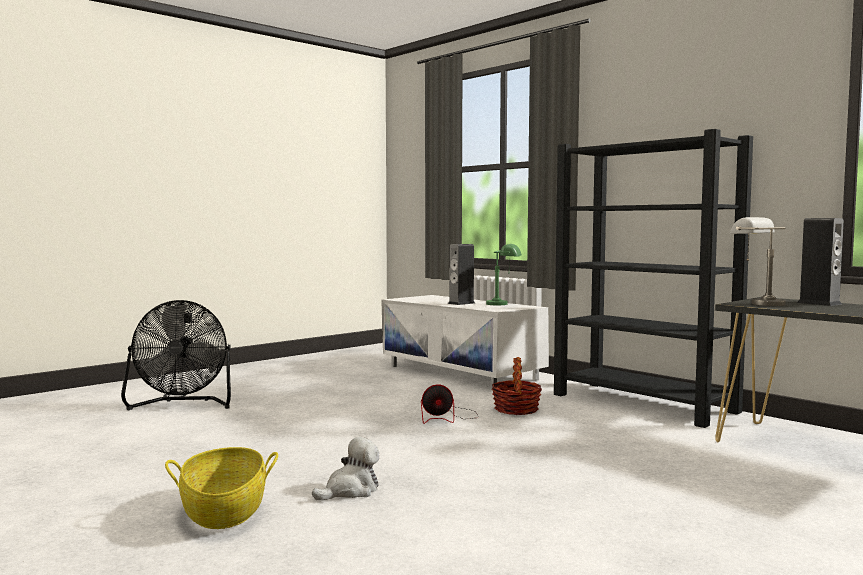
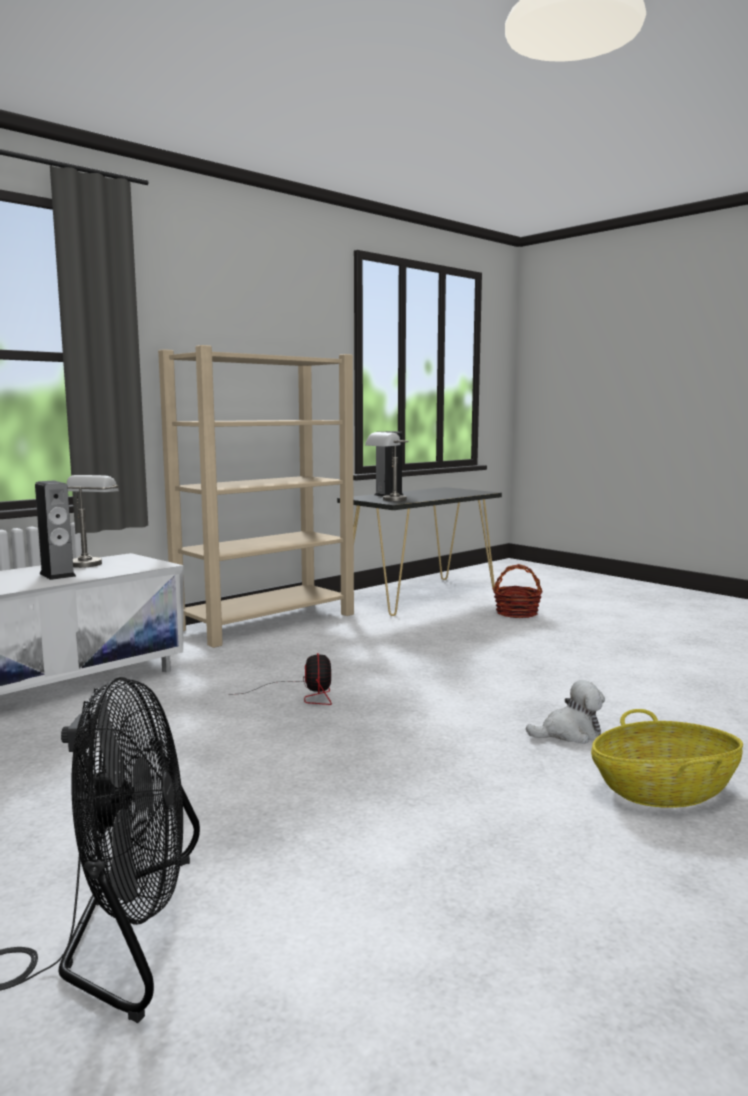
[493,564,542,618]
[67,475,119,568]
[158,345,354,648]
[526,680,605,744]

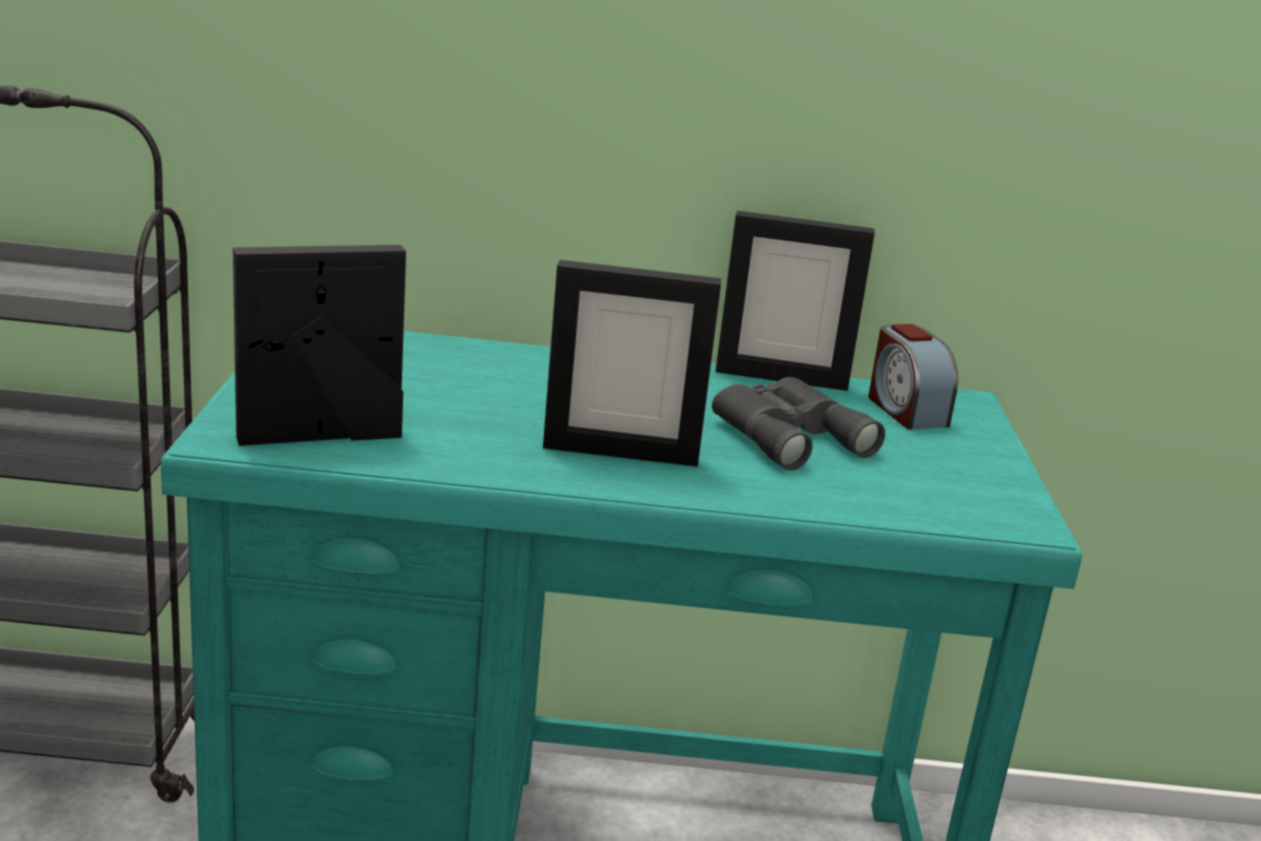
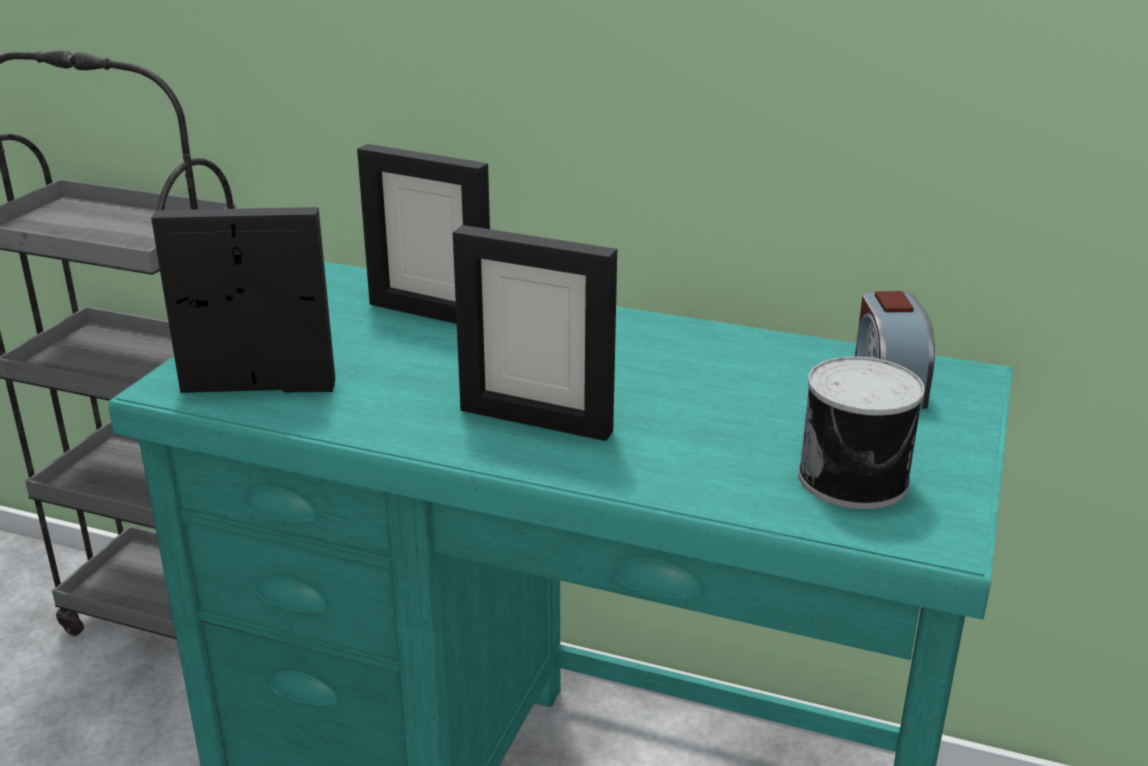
[712,377,885,470] (first image)
[798,356,925,509]
[357,144,490,324]

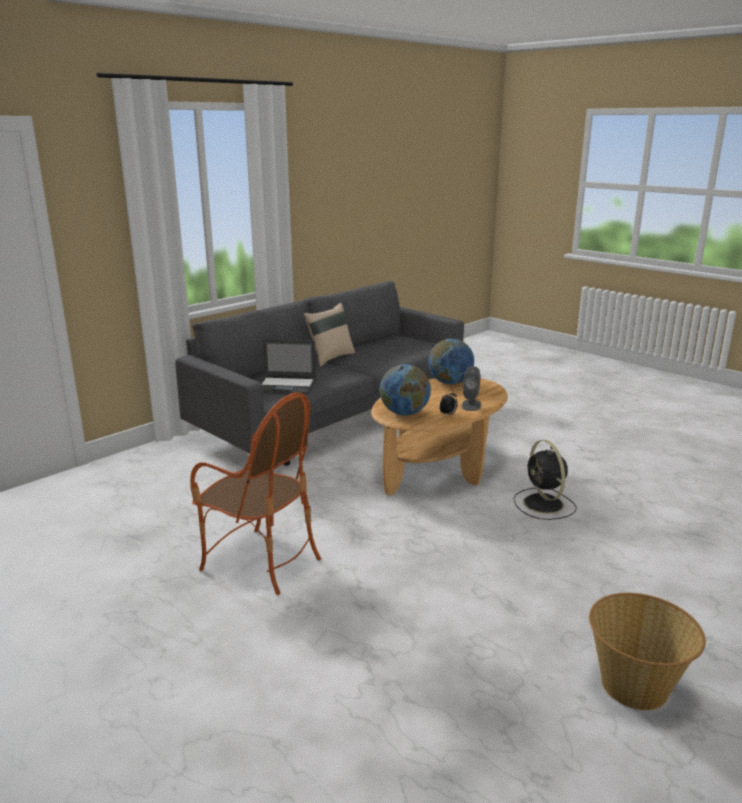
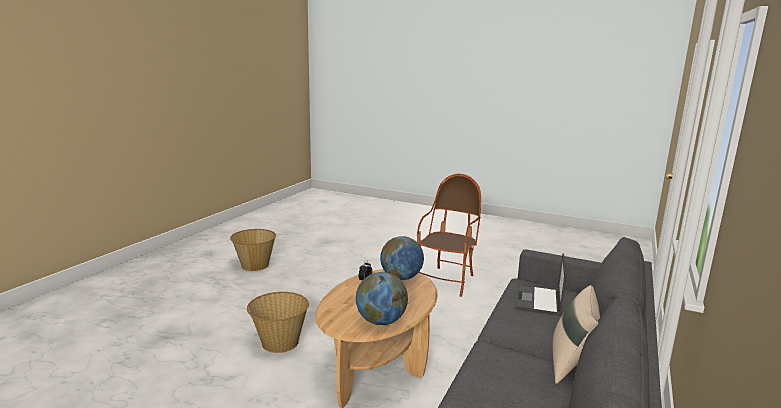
[461,366,481,411] (first image)
[247,292,309,353]
[417,174,481,297]
[515,253,566,316]

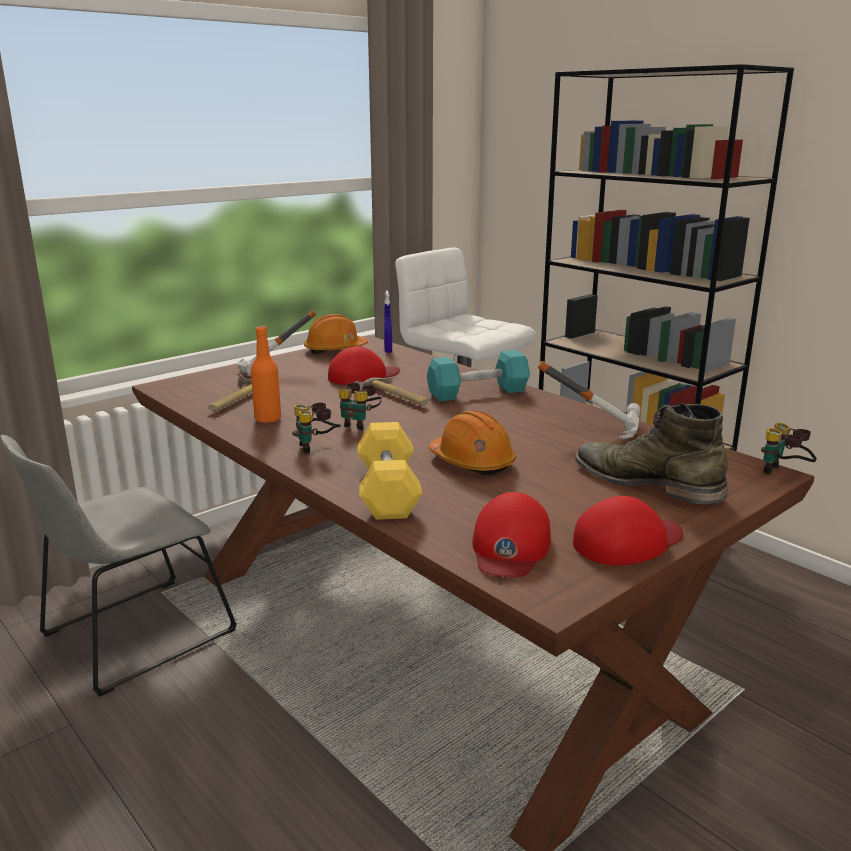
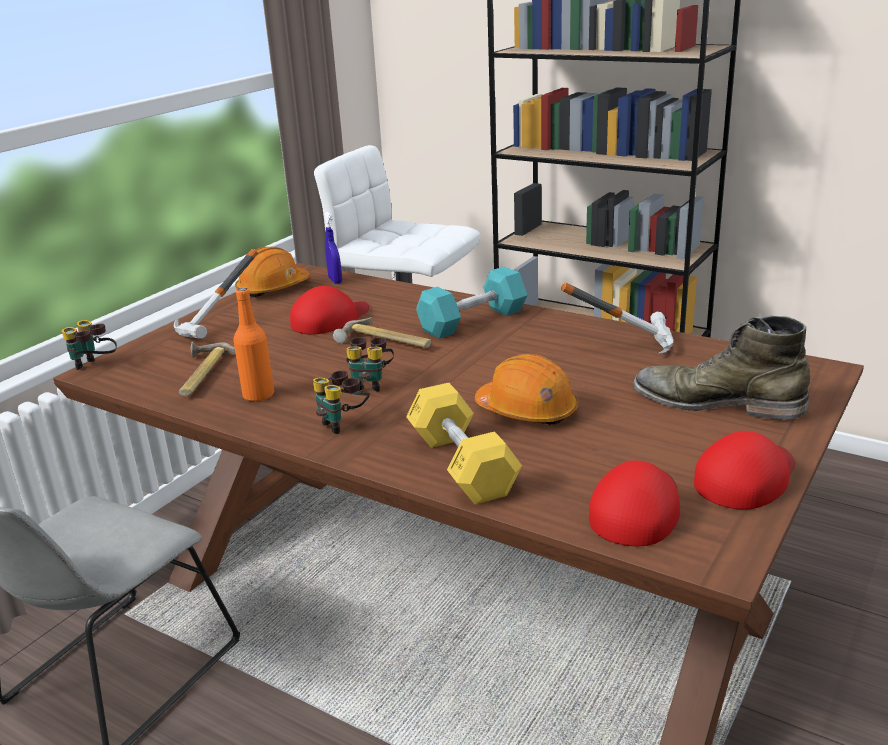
[62,320,117,370]
[589,460,680,546]

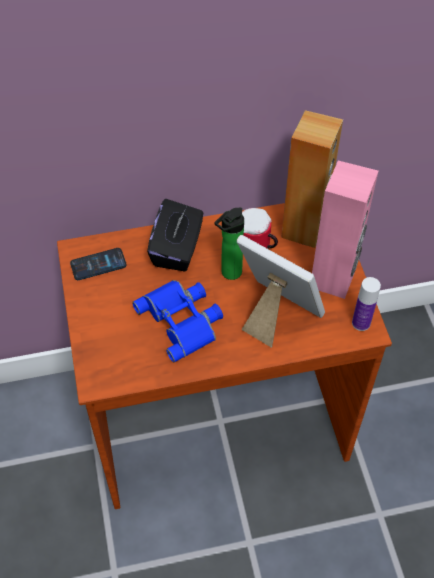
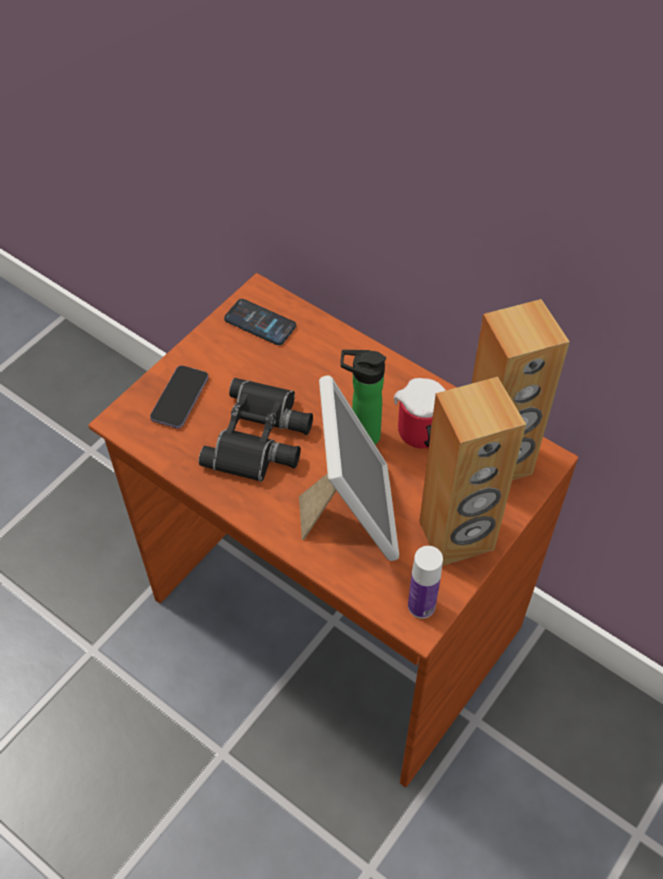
[147,199,203,271] (first image)
[150,365,209,428]
[199,378,313,482]
[419,376,526,566]

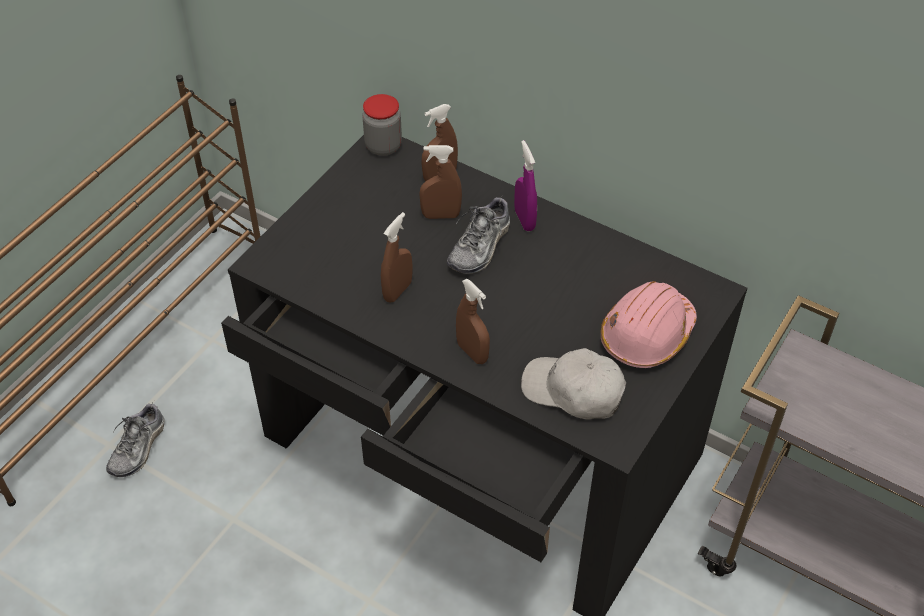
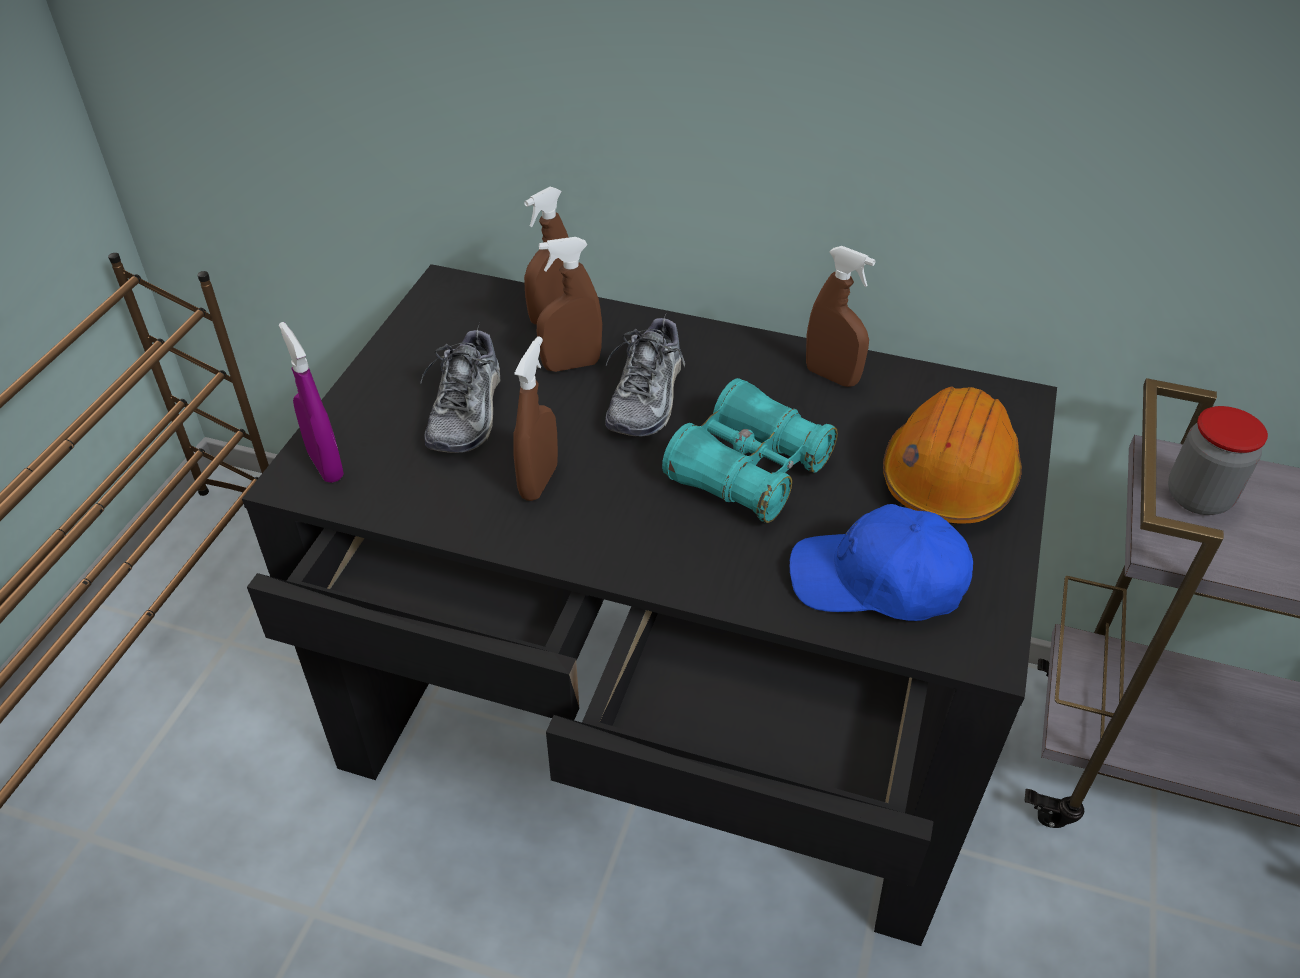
[662,378,838,523]
[420,323,500,453]
[1168,406,1268,515]
[806,246,876,387]
[279,322,344,483]
[790,504,973,621]
[883,386,1022,524]

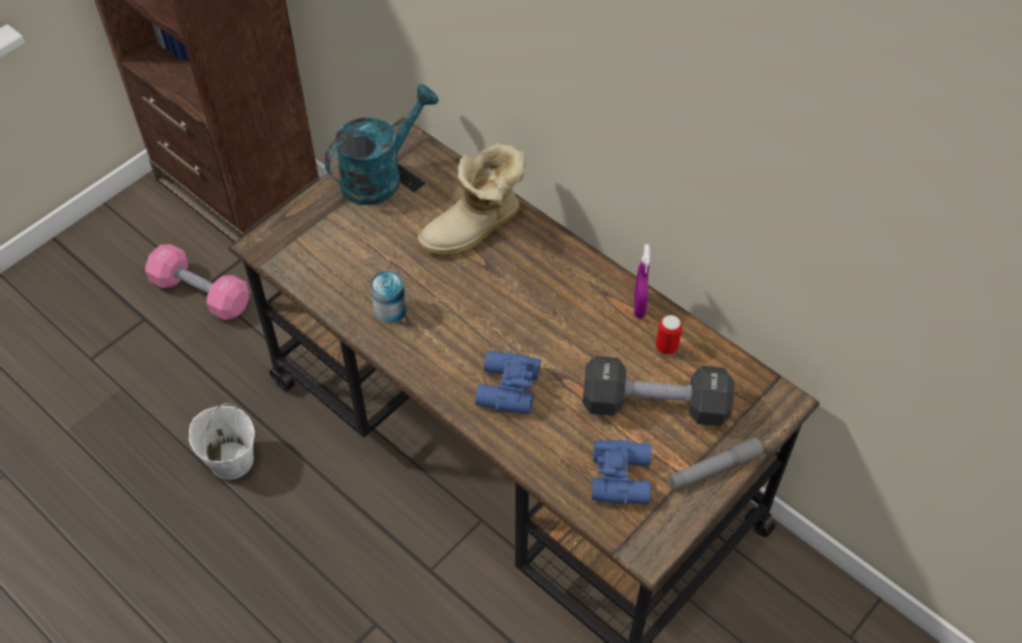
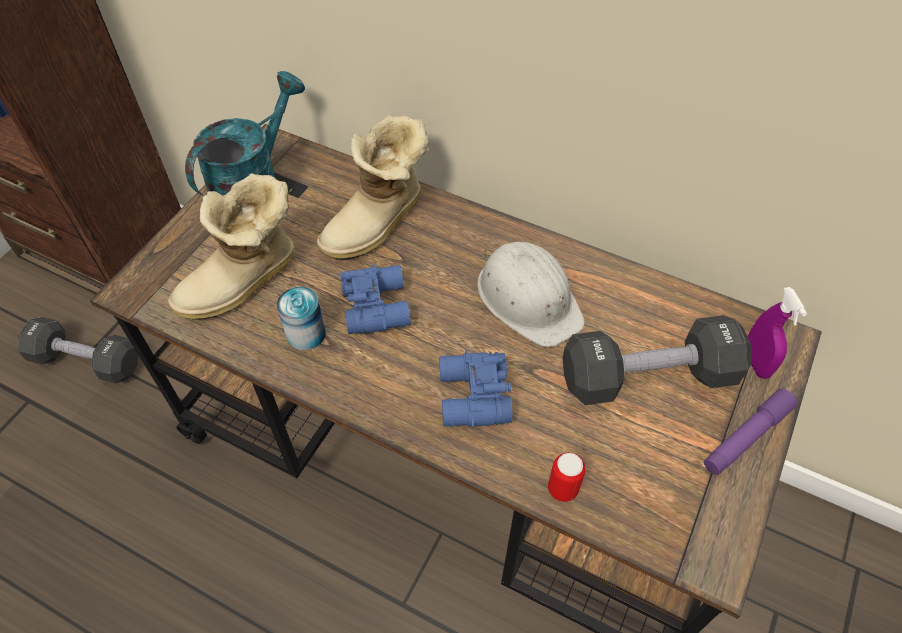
[189,403,255,480] (first image)
[168,173,295,320]
[477,242,585,348]
[340,264,411,335]
[748,287,807,379]
[548,453,586,502]
[18,317,139,383]
[704,389,797,475]

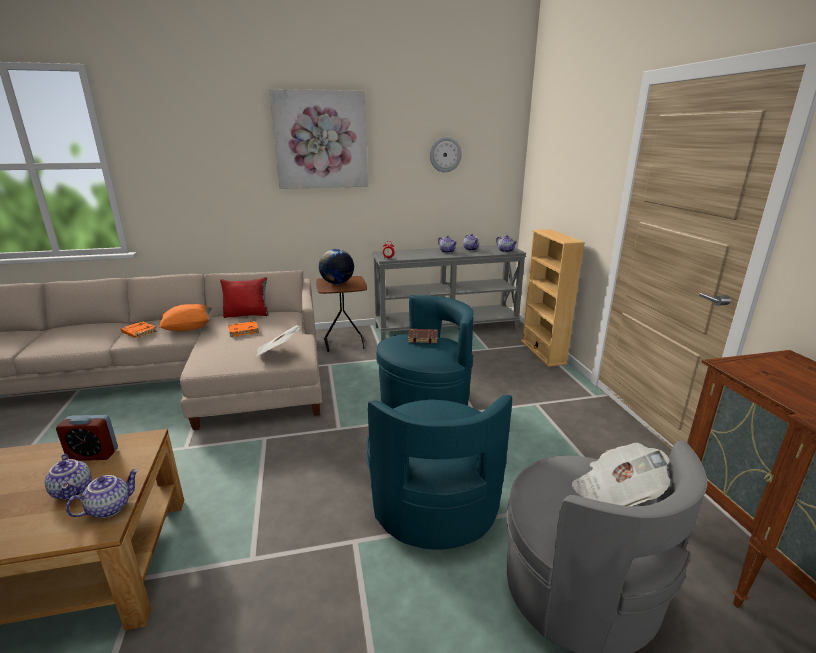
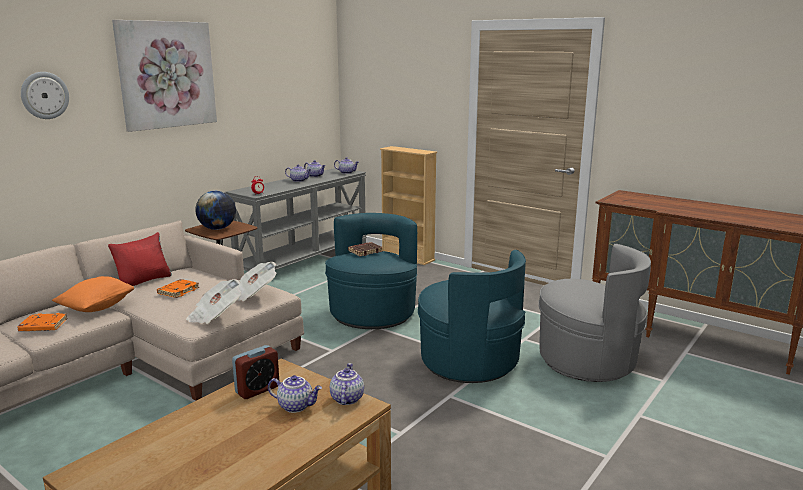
[21,72,69,119]
[186,279,241,324]

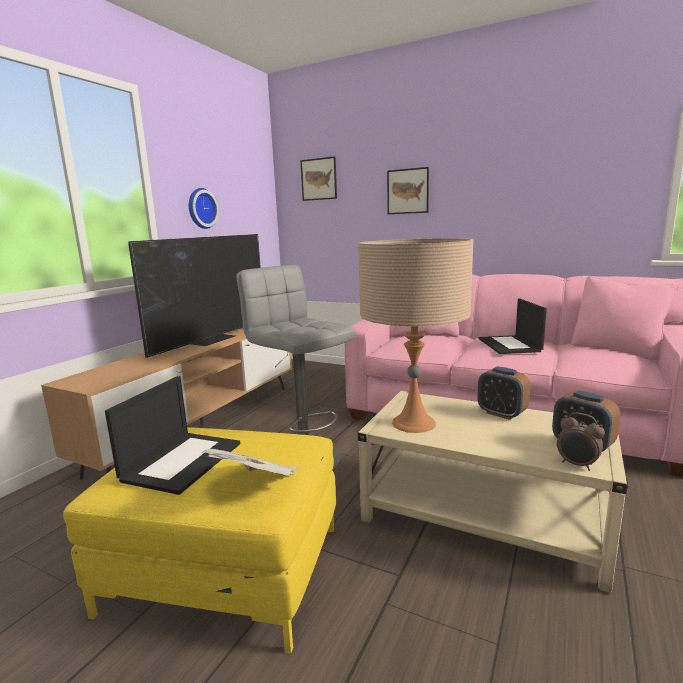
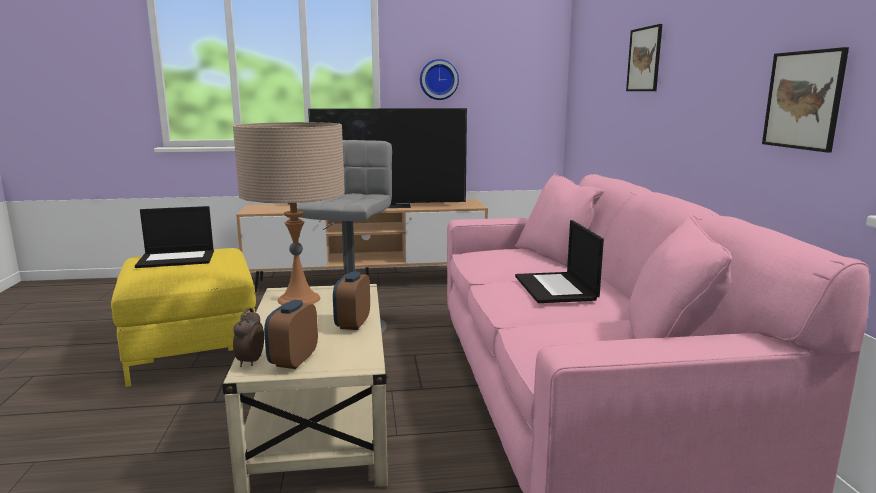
[202,449,301,476] (first image)
[762,47,849,153]
[515,220,604,303]

